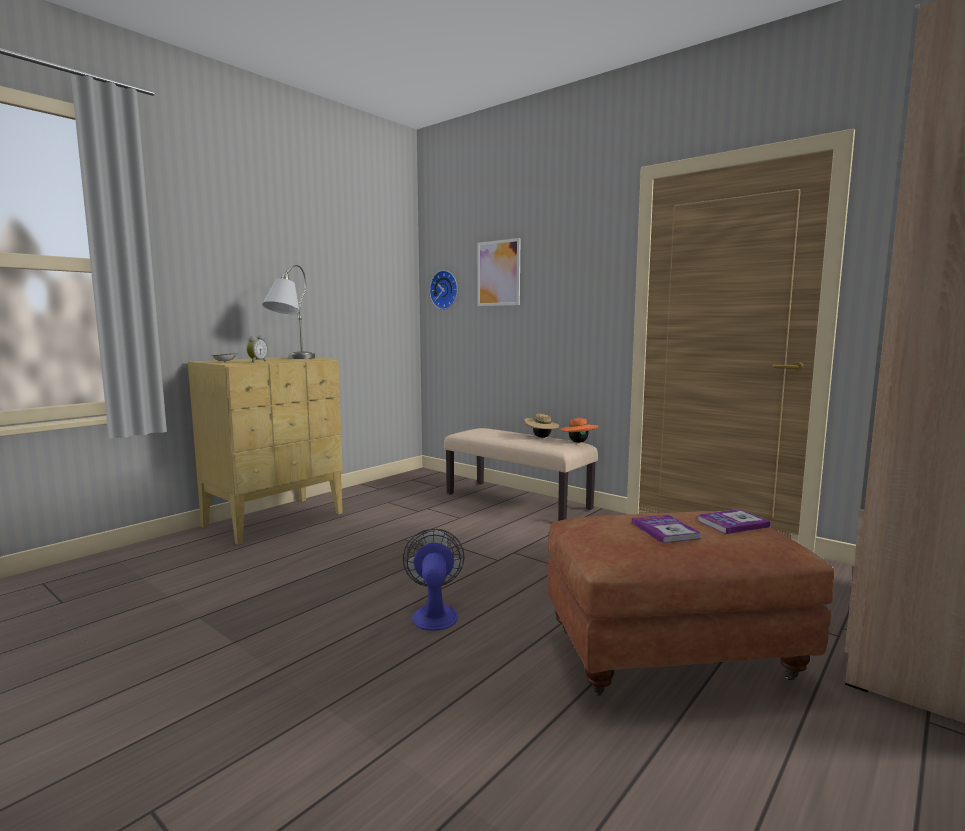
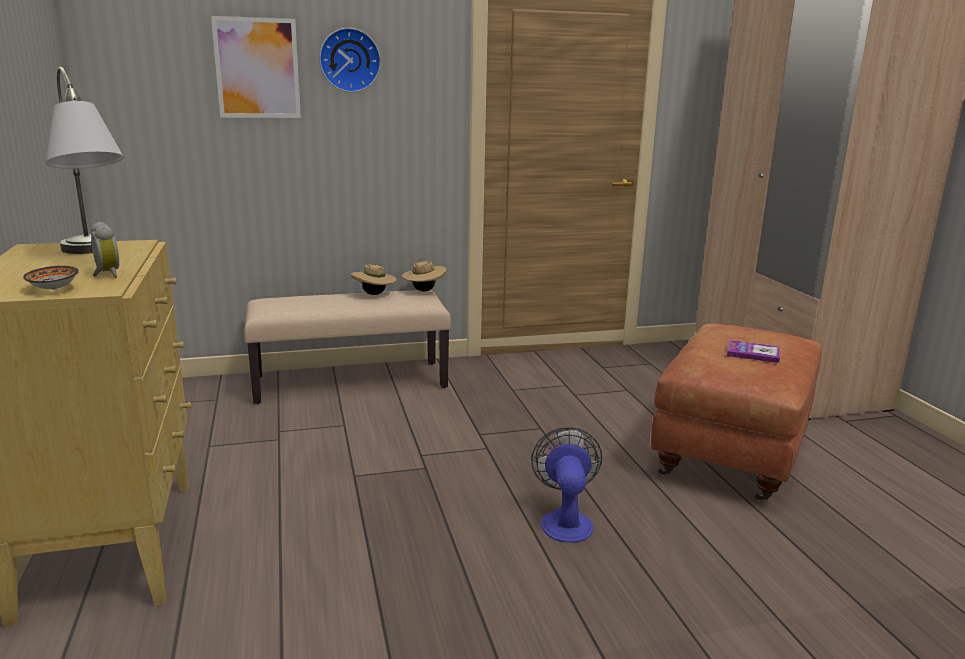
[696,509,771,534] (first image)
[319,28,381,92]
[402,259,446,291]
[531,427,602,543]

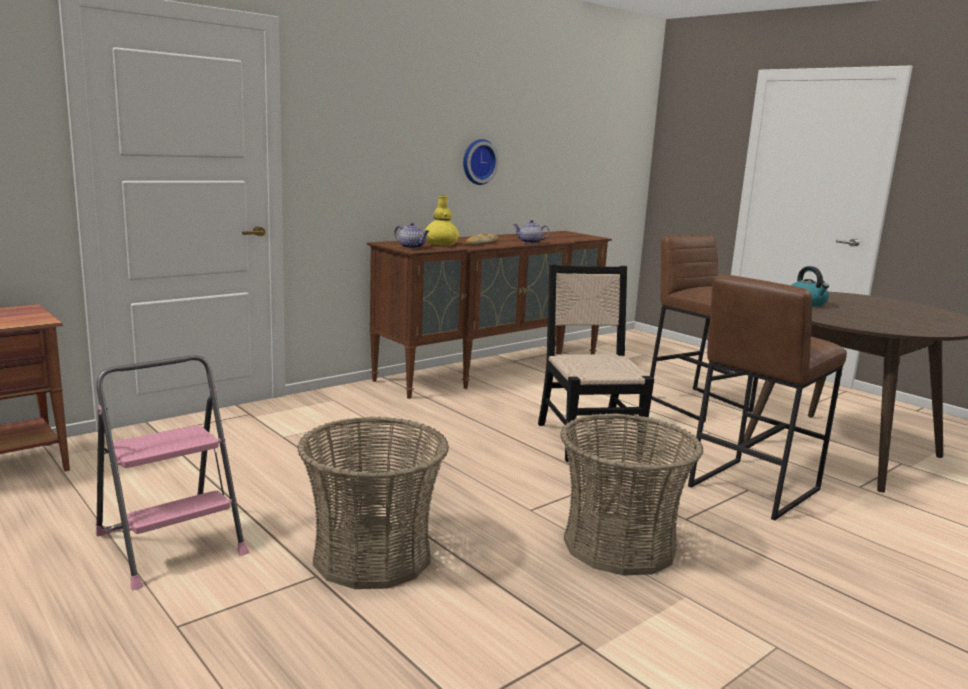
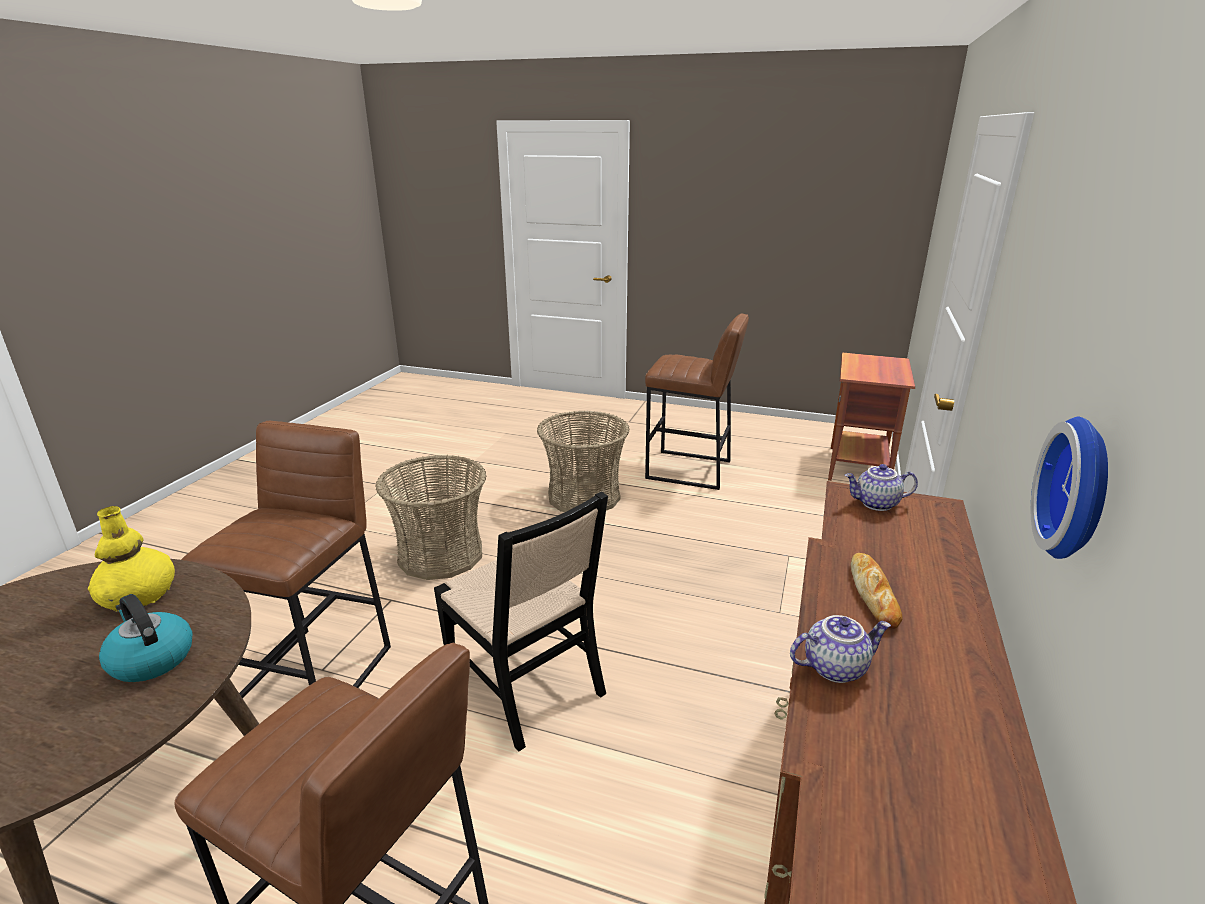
[88,506,175,612]
[645,313,749,490]

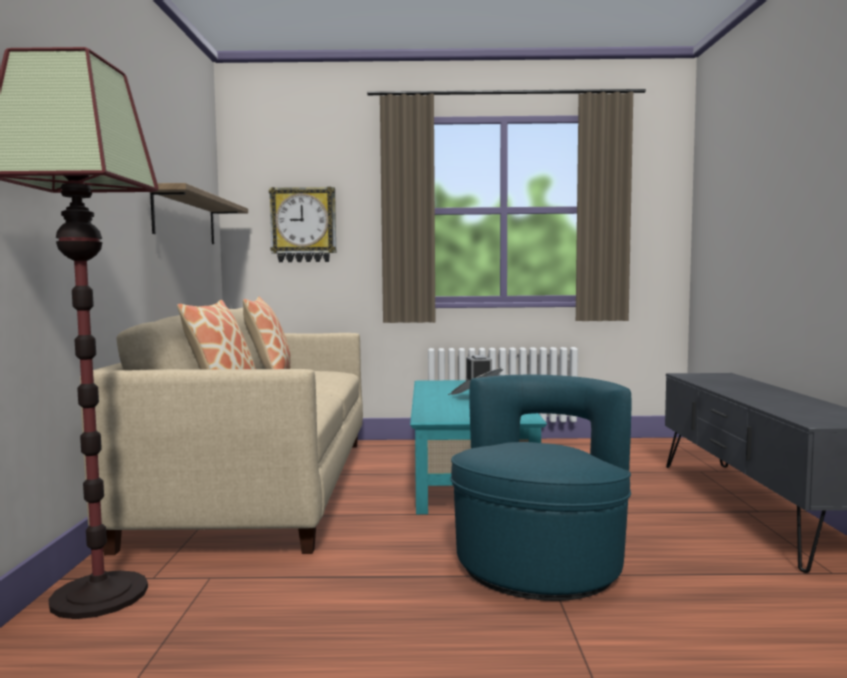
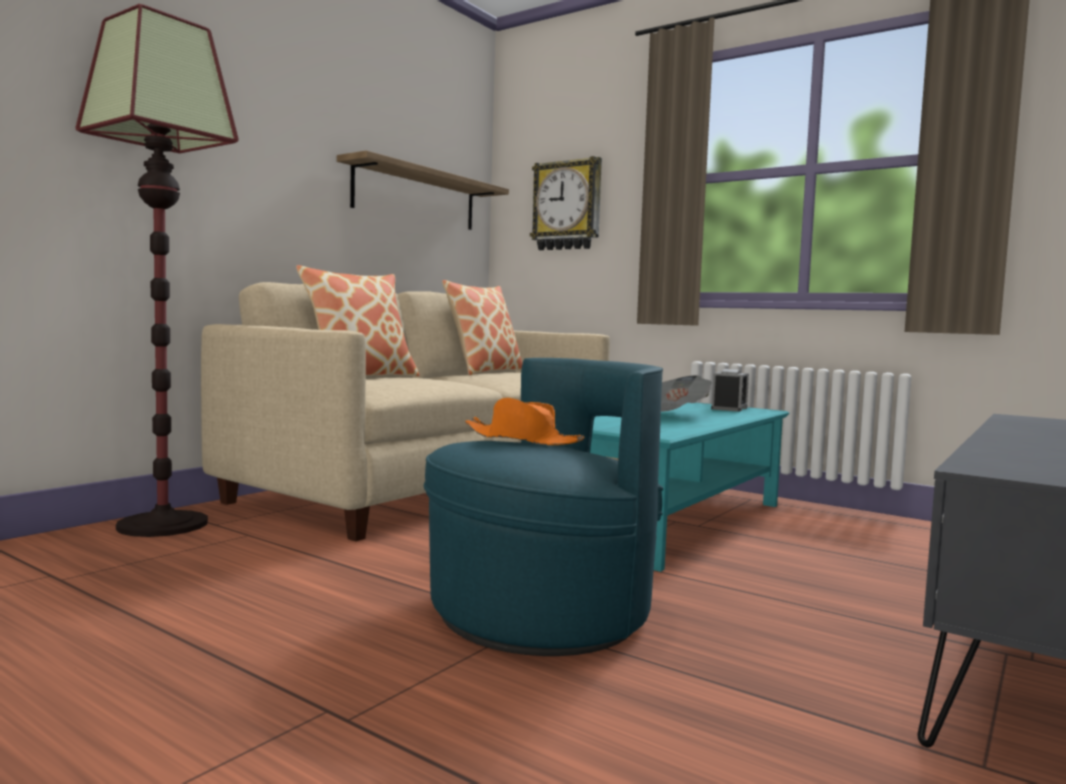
[465,398,585,445]

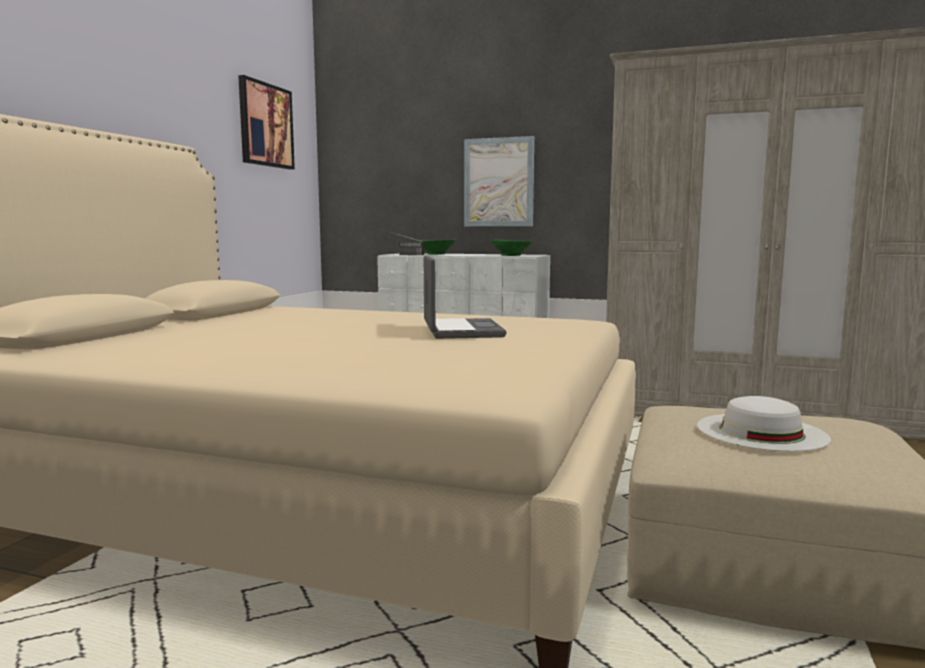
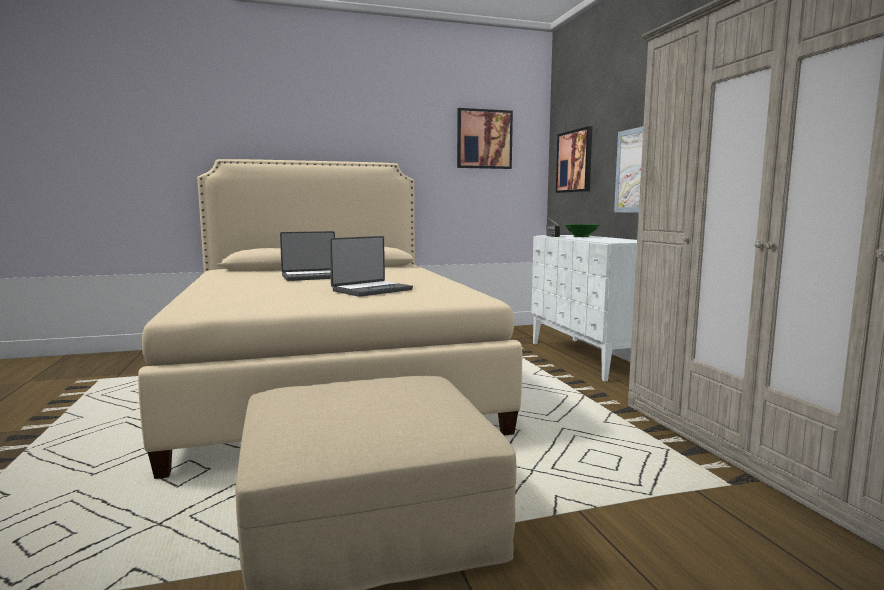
[490,240,533,256] (first image)
[697,396,831,452] (first image)
[280,231,335,281]
[556,126,592,193]

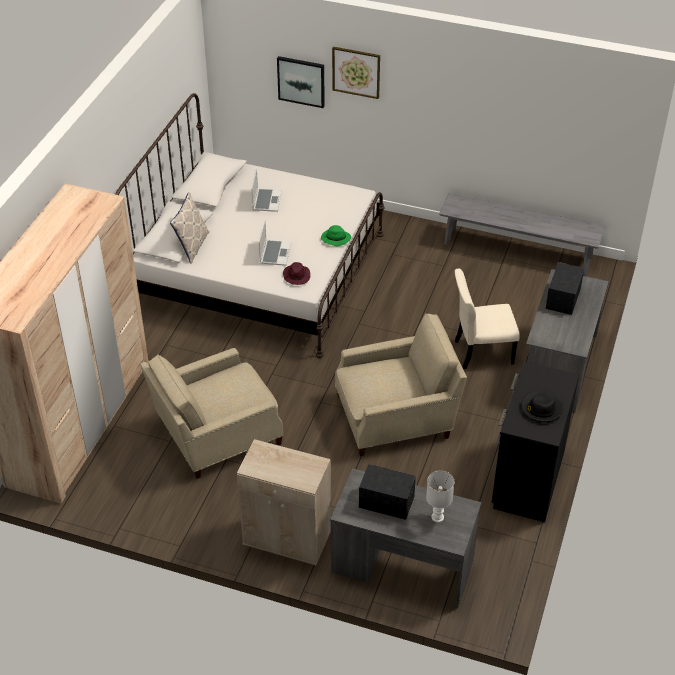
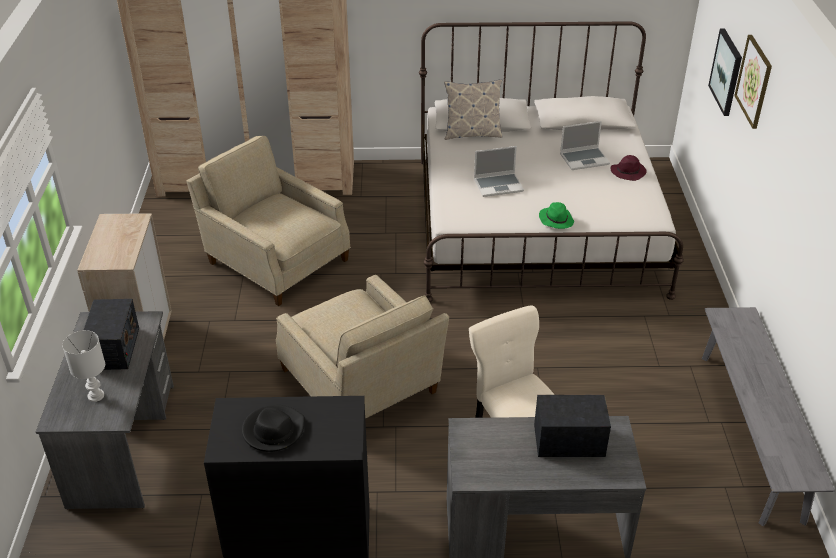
[610,155,647,181]

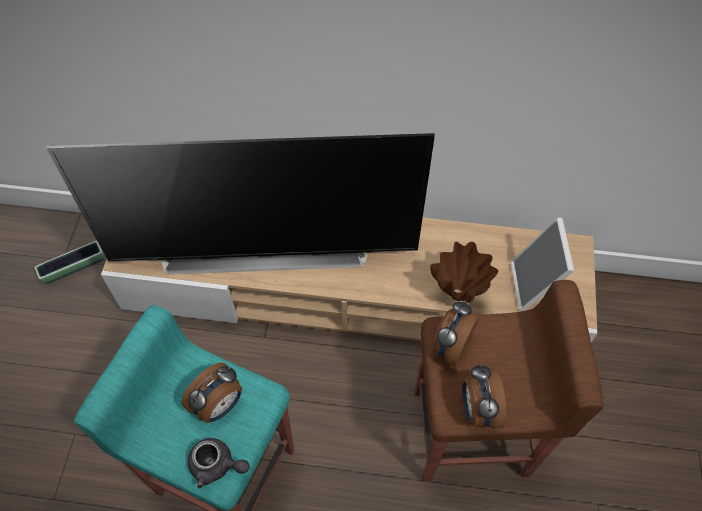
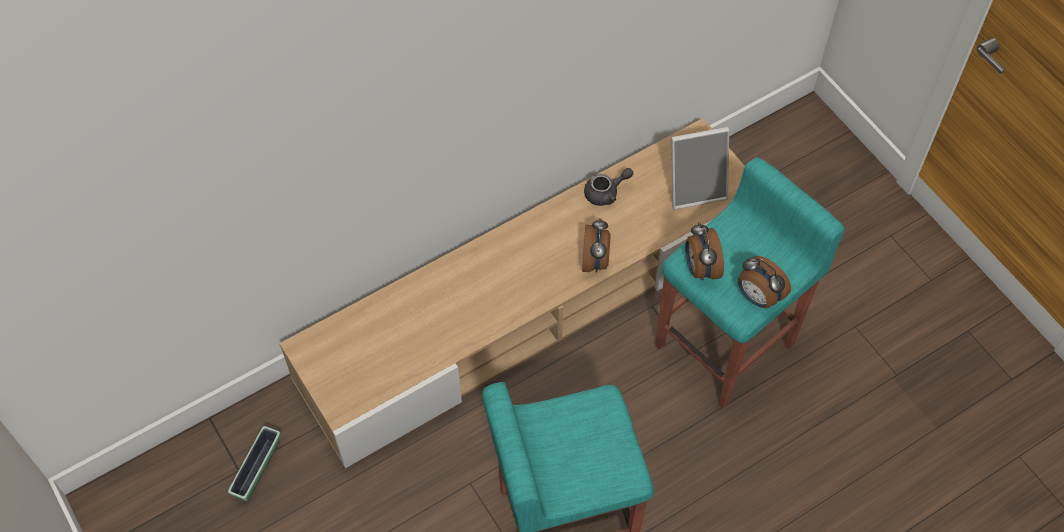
[46,133,435,274] (first image)
[430,242,499,303] (first image)
[582,218,611,273]
[584,168,633,206]
[655,157,845,408]
[671,127,729,210]

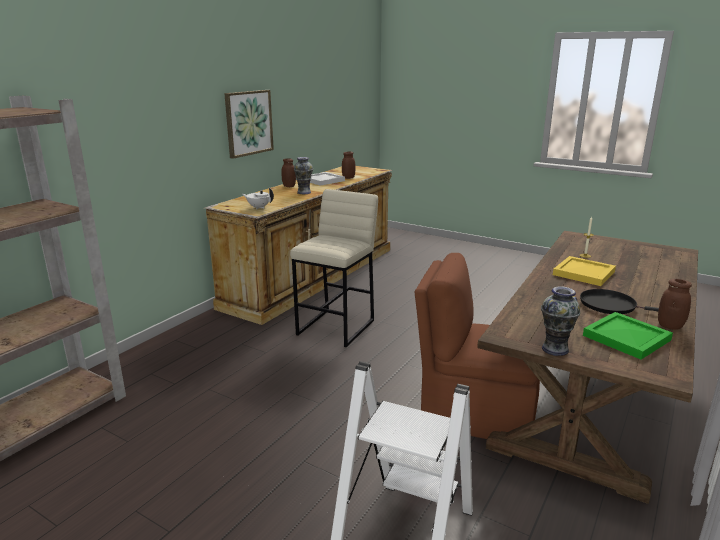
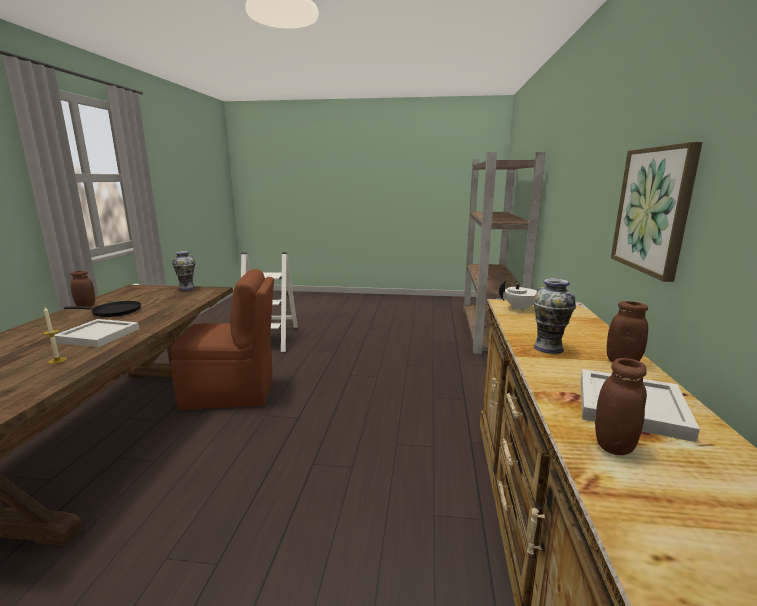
[290,189,378,347] (first image)
[583,312,673,359] (first image)
[54,319,139,347]

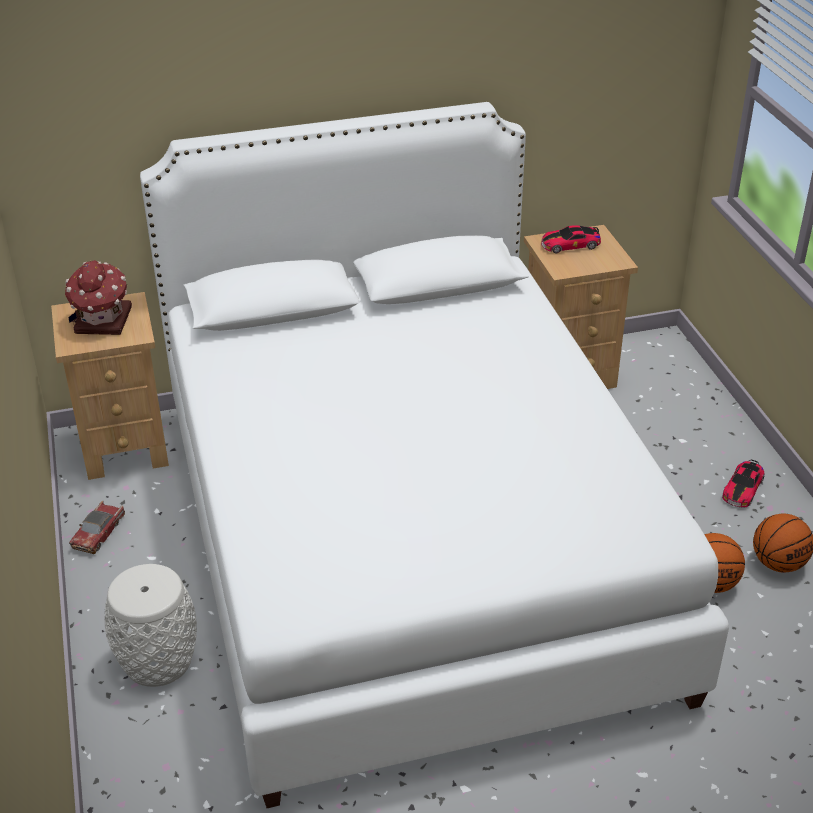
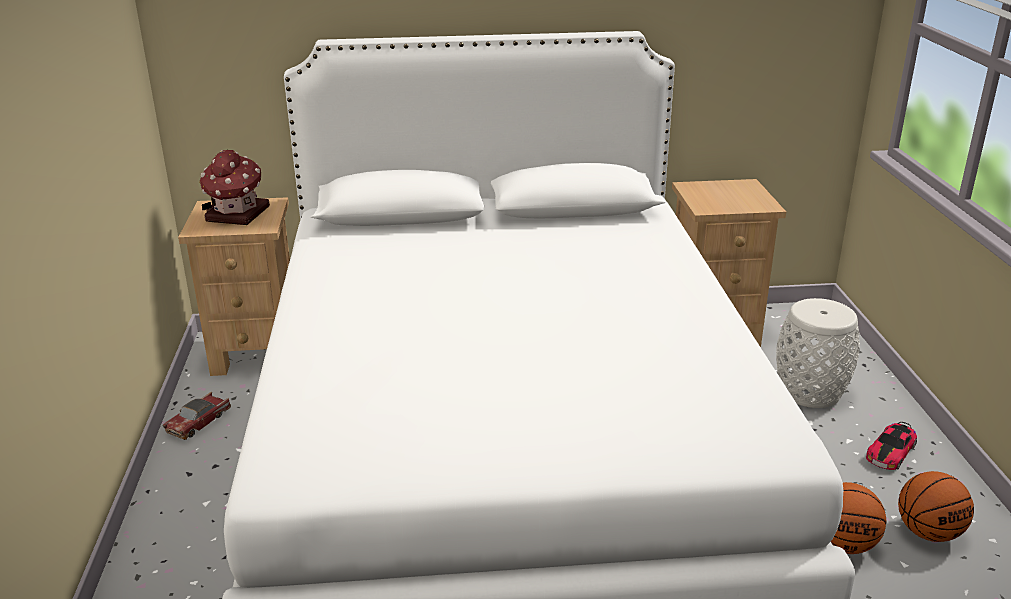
[541,225,601,254] (first image)
[776,298,860,408]

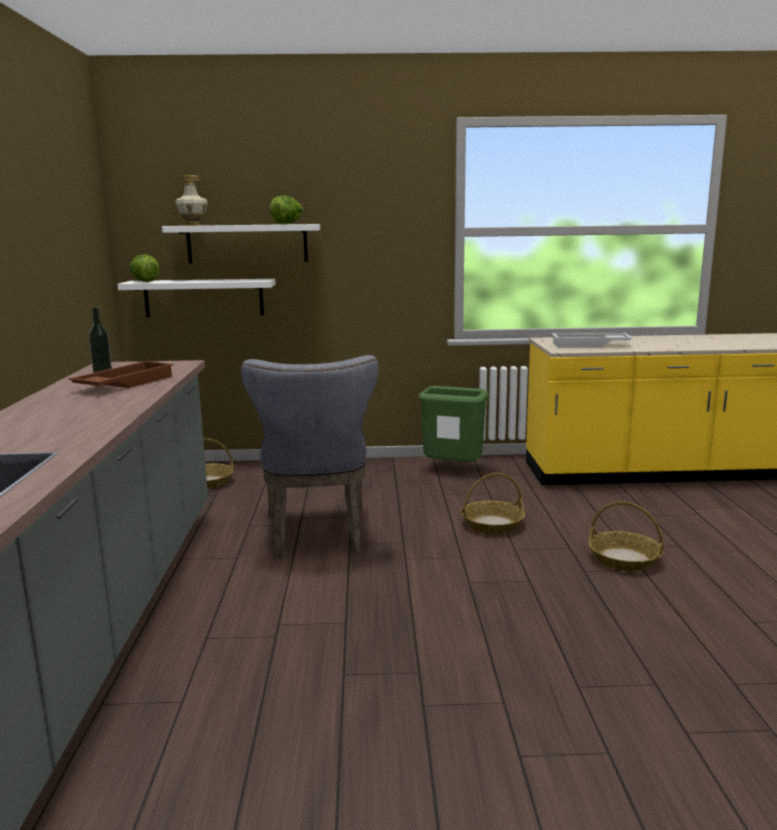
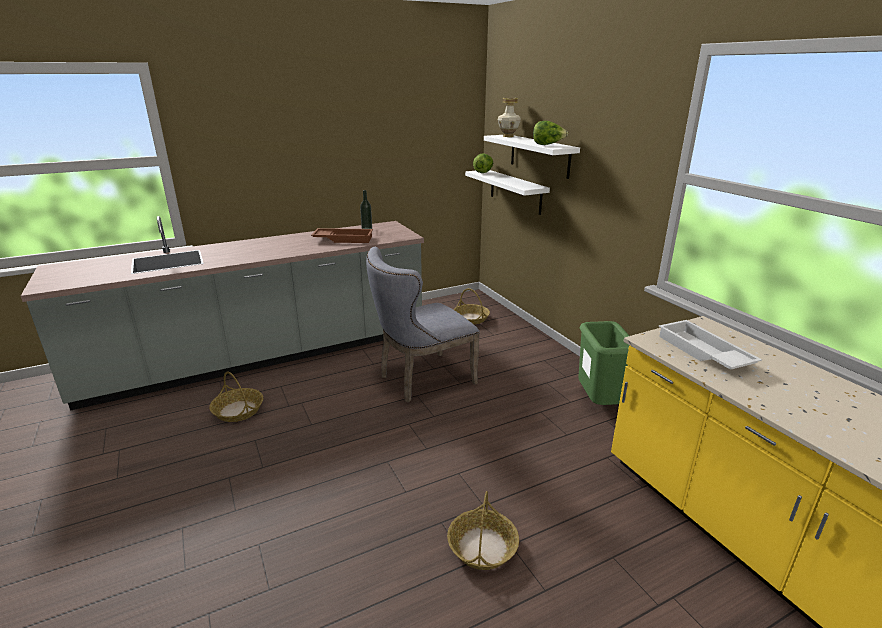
[209,371,263,422]

